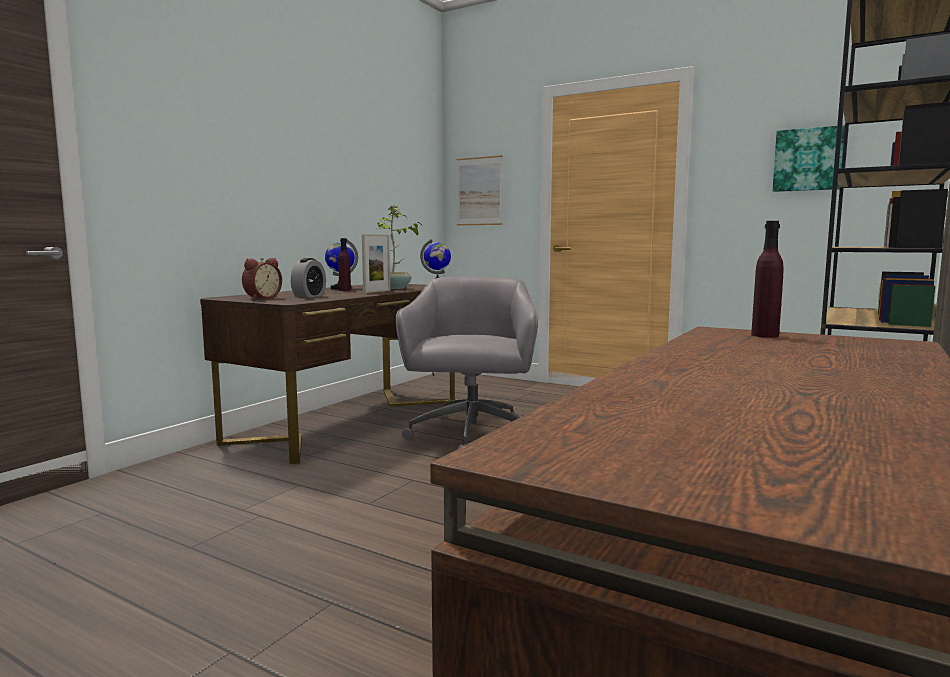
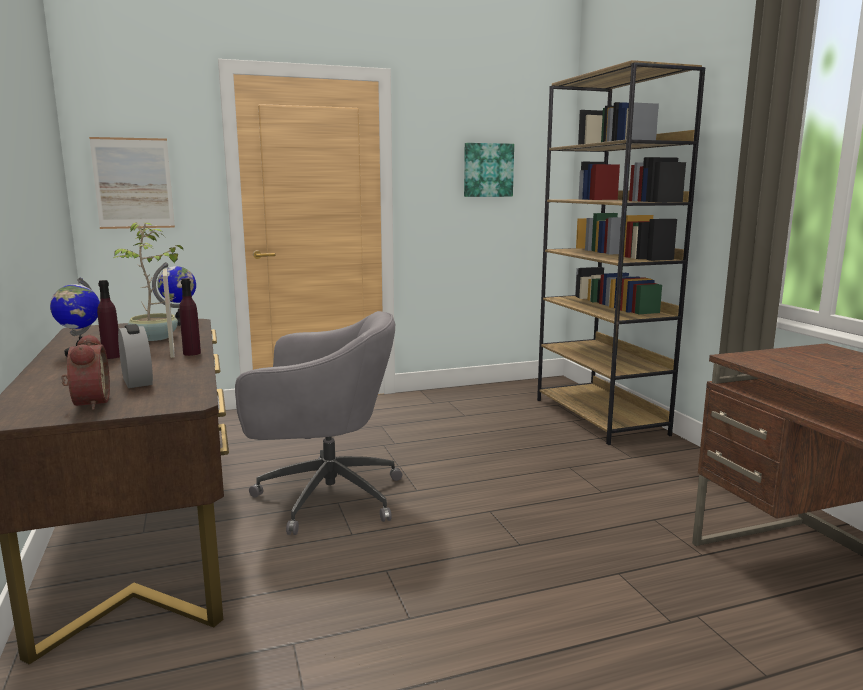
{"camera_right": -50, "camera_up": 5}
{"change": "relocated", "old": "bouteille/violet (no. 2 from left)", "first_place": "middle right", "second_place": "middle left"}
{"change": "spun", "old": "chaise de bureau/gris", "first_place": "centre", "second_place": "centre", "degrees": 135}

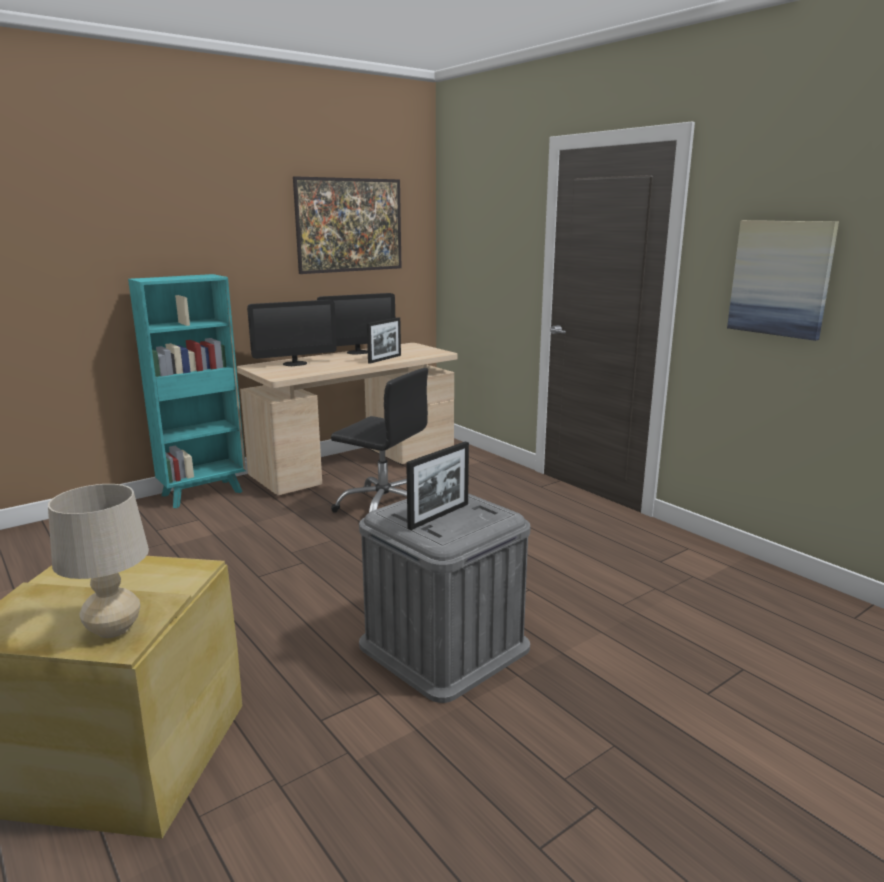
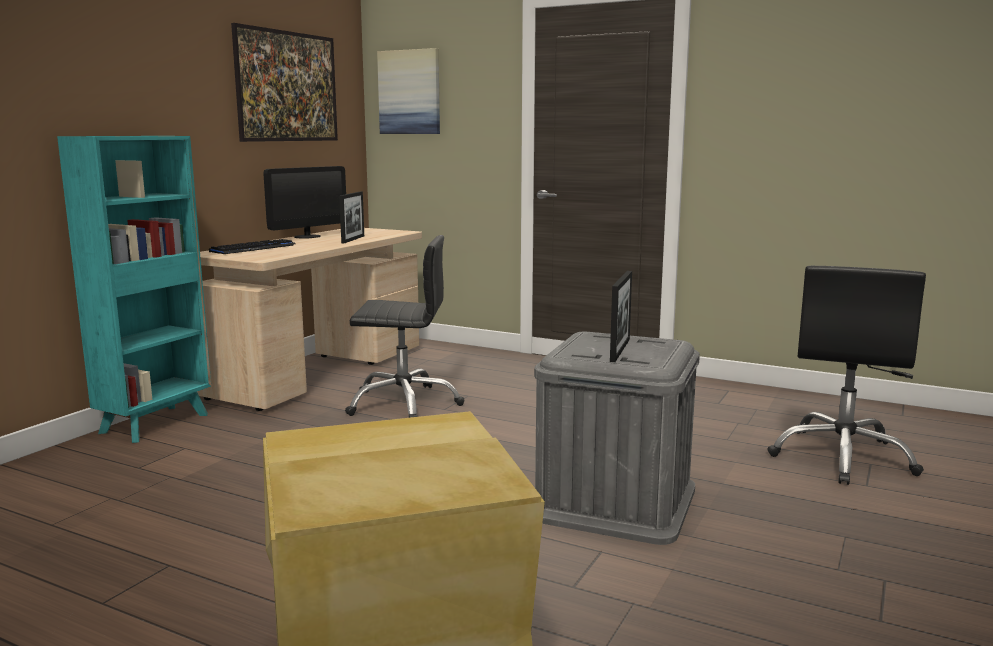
{"camera_right": -25, "camera_up": -5}
{"change": "missing", "old": "lampe de table/beige", "first_place": "middle left"}
{"change": "appeared", "new": "chaise de bureau/noir (no. 2 from left)", "second_place": "middle right"}
{"change": "relocated", "old": "tableau (no. 2 from left)", "first_place": "top right", "second_place": "top centre"}
{"change": "exchanged", "old": "écran d'ordinateur (no. 1 from left)", "new": "clavier", "first_place": "middle left", "second_place": "middle left"}

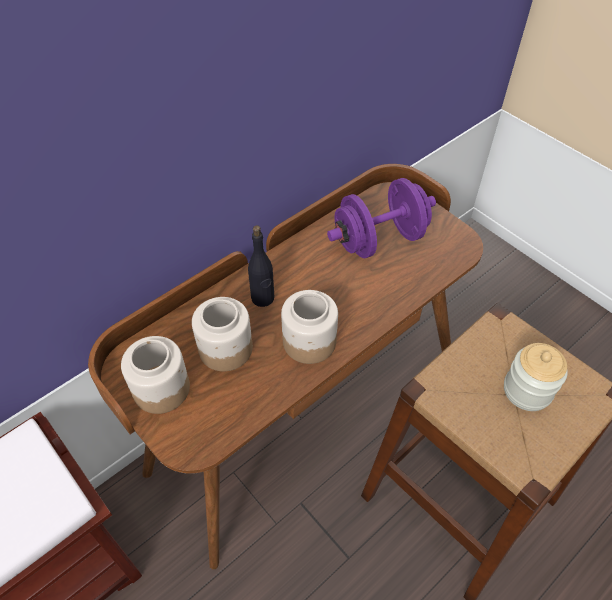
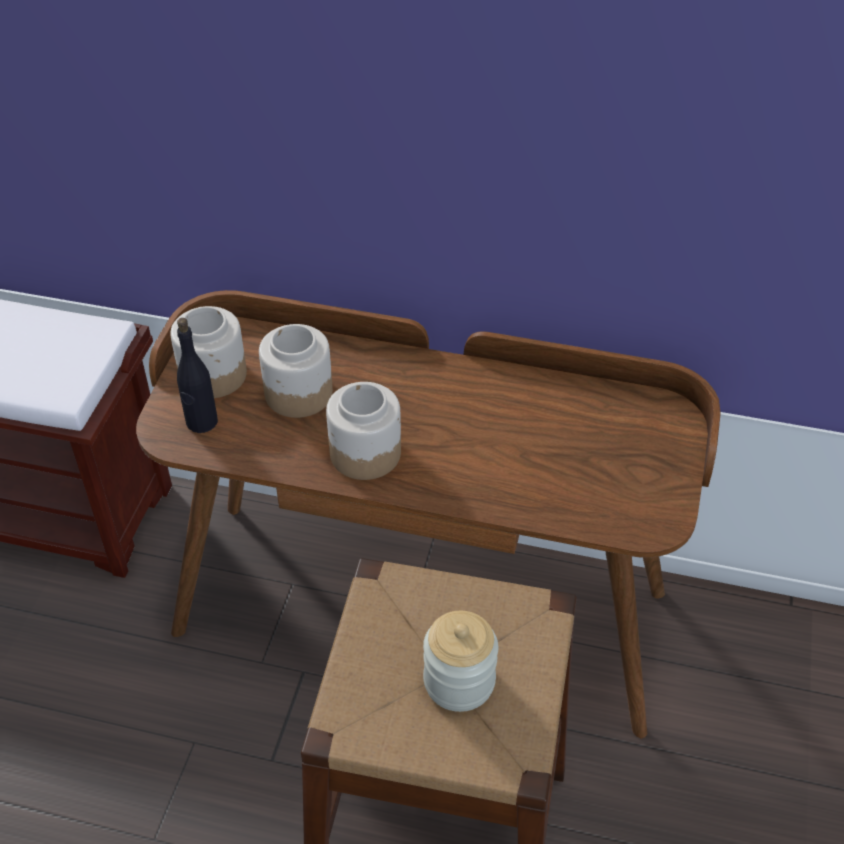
{"camera_right": 55, "camera_up": -5}
{"change": "missing", "old": "haltère/violet", "first_place": "centre"}
{"change": "relocated", "old": "bouteille/noir", "first_place": "centre", "second_place": "middle left"}

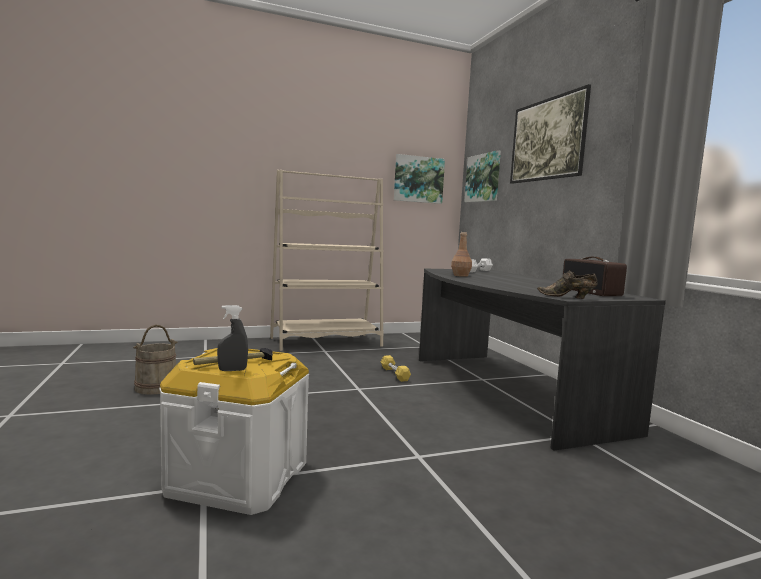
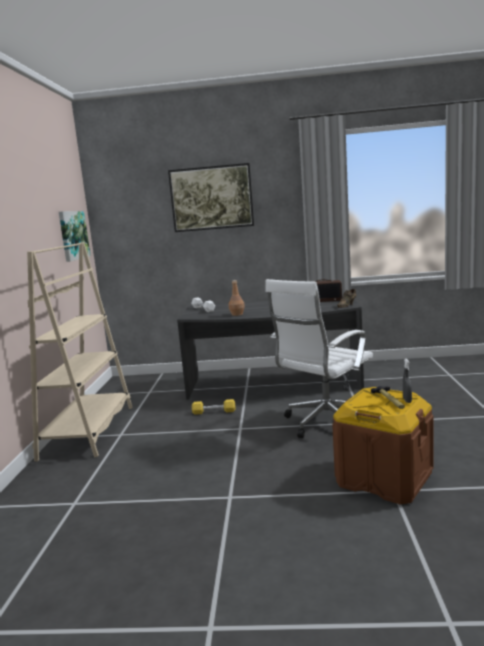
{"camera_right": -65, "camera_up": 5}
{"change": "missing", "old": "seau/beige", "first_place": "middle left"}
{"change": "missing", "old": "tableau (no. 2 from left)", "first_place": "top centre"}
{"change": "appeared", "new": "chaise de bureau/blanc", "second_place": "centre"}
{"change": "colour", "old": "boîte de rangement/blanc", "new": "boîte de rangement/marron", "first_place": "bottom left", "second_place": "bottom right"}

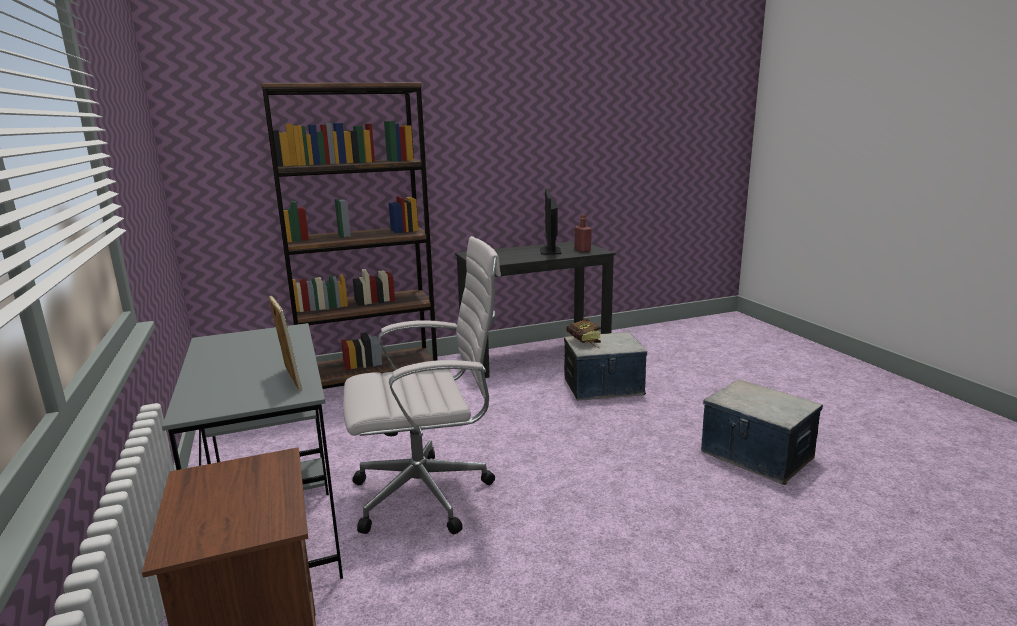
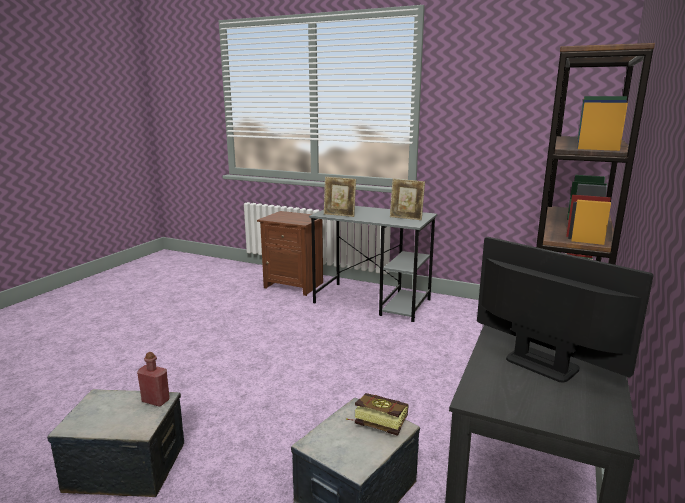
{"camera_right": 135, "camera_up": 0}
{"change": "missing", "old": "chaise de bureau/blanc", "first_place": "centre"}
{"change": "appeared", "new": "cadre photo (no. 2 from left)", "second_place": "centre"}
{"change": "relocated", "old": "bouteille/rouge", "first_place": "centre", "second_place": "bottom left"}

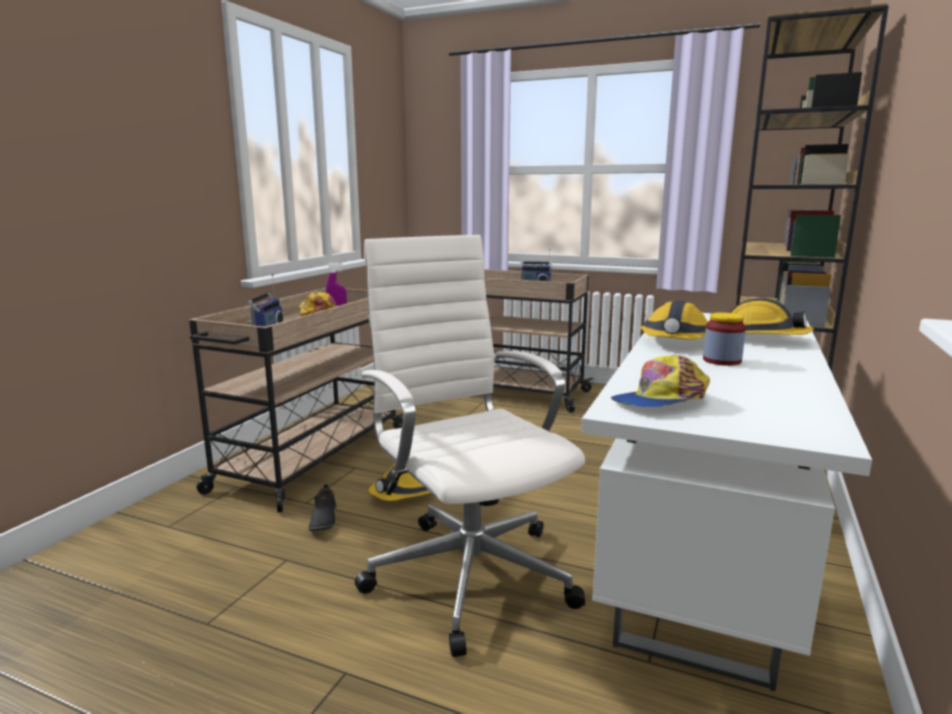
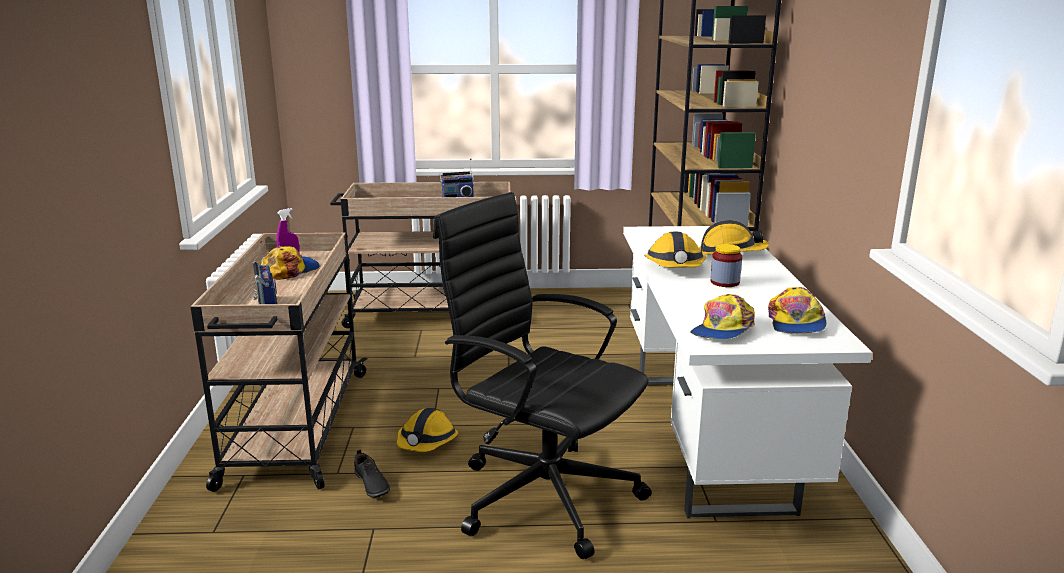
{"camera_right": -25, "camera_up": 5}
{"change": "appeared", "new": "casquette (no. 3 from left)", "second_place": "middle right"}
{"change": "colour", "old": "chaise de bureau/blanc", "new": "chaise de bureau/noir", "first_place": "centre", "second_place": "centre"}

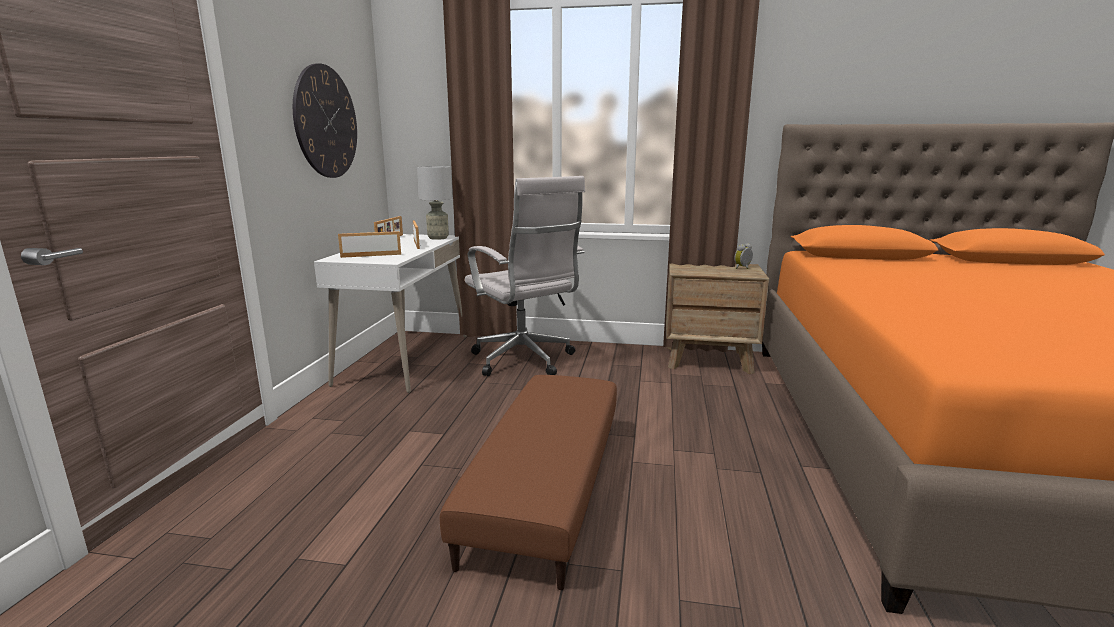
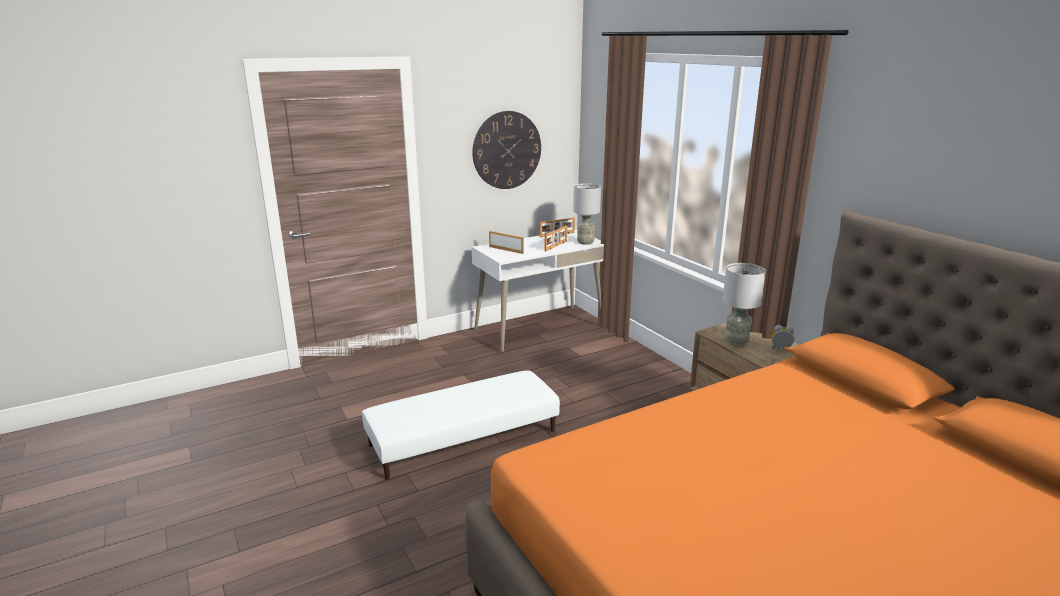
{"camera_right": 50, "camera_up": 5}
{"change": "missing", "old": "chaise de bureau/blanc", "first_place": "centre"}
{"change": "appeared", "new": "lampe de table/gris (no. 2 from left)", "second_place": "middle right"}
{"change": "colour", "old": "pouf/marron", "new": "pouf/blanc", "first_place": "bottom centre", "second_place": "bottom centre"}

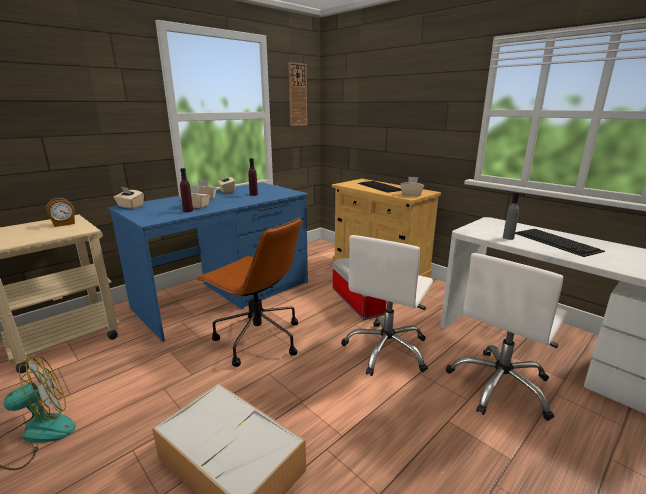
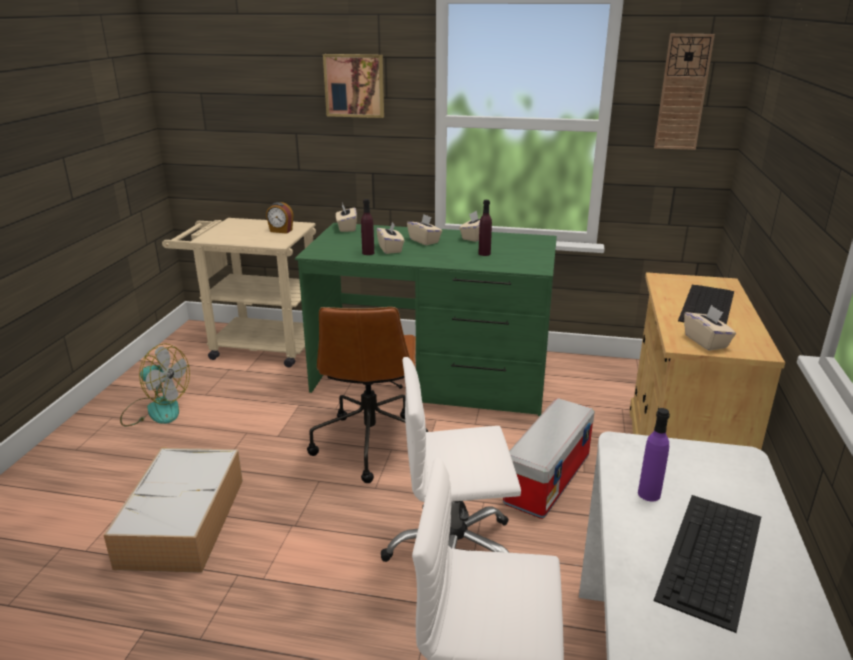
{"camera_right": 55, "camera_up": 5}
{"change": "appeared", "new": "tableau", "second_place": "top centre"}
{"change": "colour", "old": "bureau/bleu", "new": "bureau/vert", "first_place": "middle left", "second_place": "centre"}
{"change": "colour", "old": "bouteille/gris", "new": "bouteille/violet (no. 3 from left)", "first_place": "middle right", "second_place": "bottom right"}

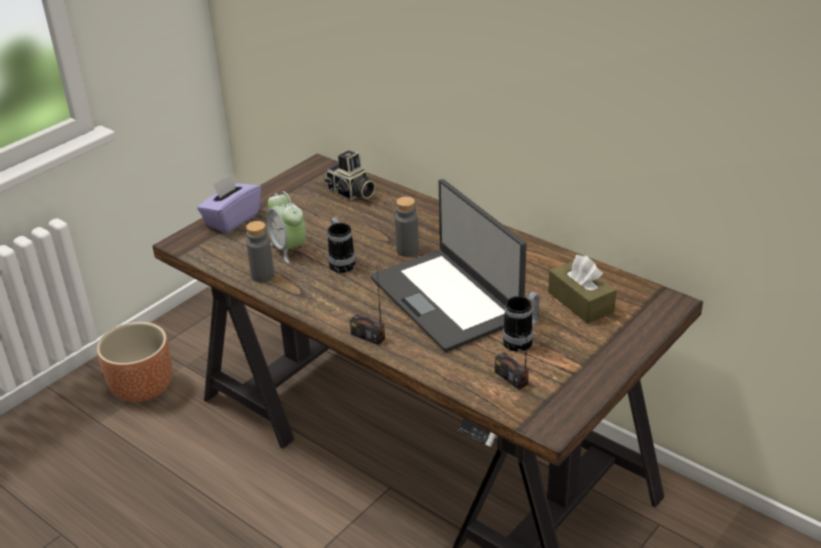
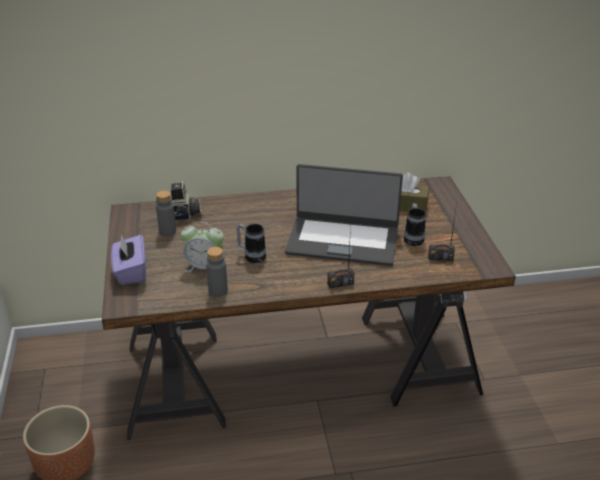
{"camera_right": -50, "camera_up": 0}
{"change": "relocated", "old": "bouteille/gris (no. 2 from left in the first image)", "new": "bouteille/gris (no. 1 from left)", "first_place": "centre", "second_place": "middle left"}

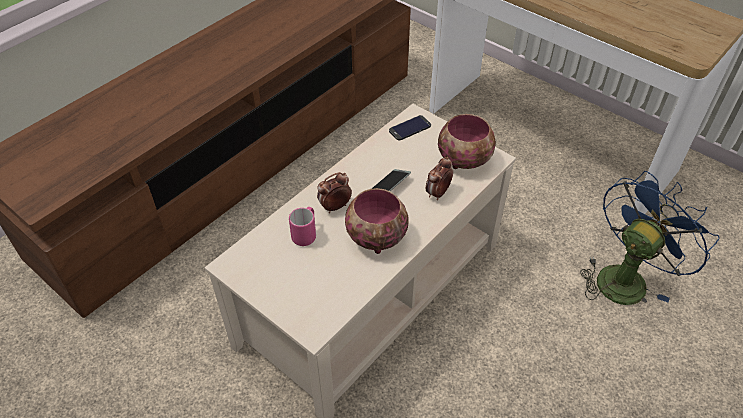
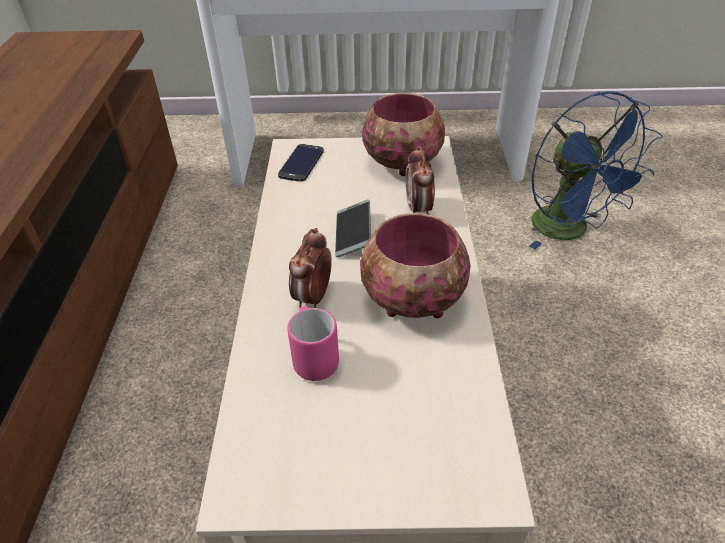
{"camera_right": -40, "camera_up": -5}
{"change": "spun", "old": "ventilateur/bleu", "first_place": "middle right", "second_place": "top right", "degrees": 150}

